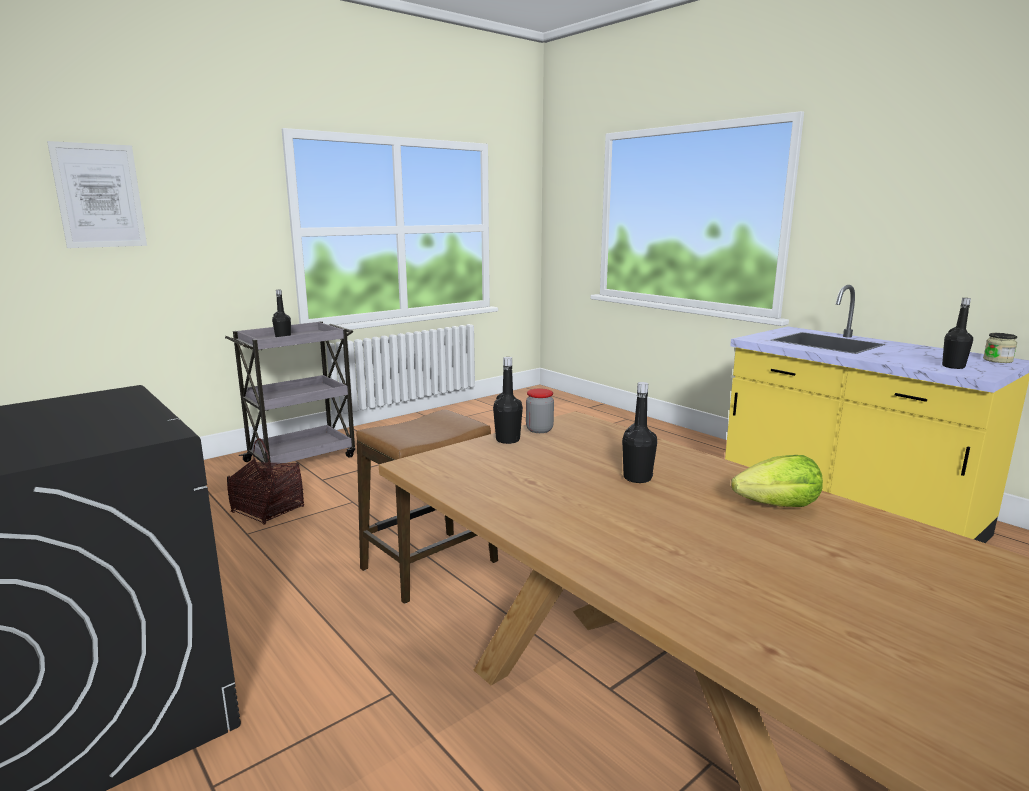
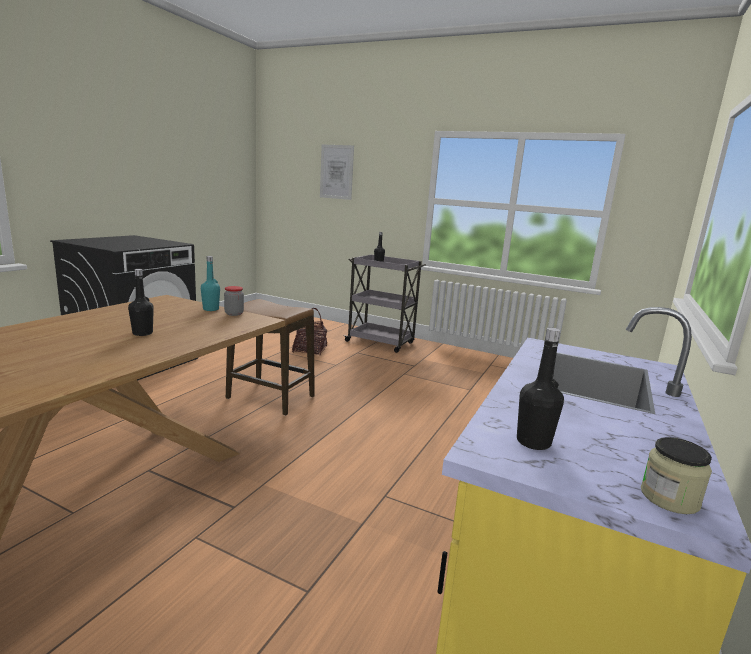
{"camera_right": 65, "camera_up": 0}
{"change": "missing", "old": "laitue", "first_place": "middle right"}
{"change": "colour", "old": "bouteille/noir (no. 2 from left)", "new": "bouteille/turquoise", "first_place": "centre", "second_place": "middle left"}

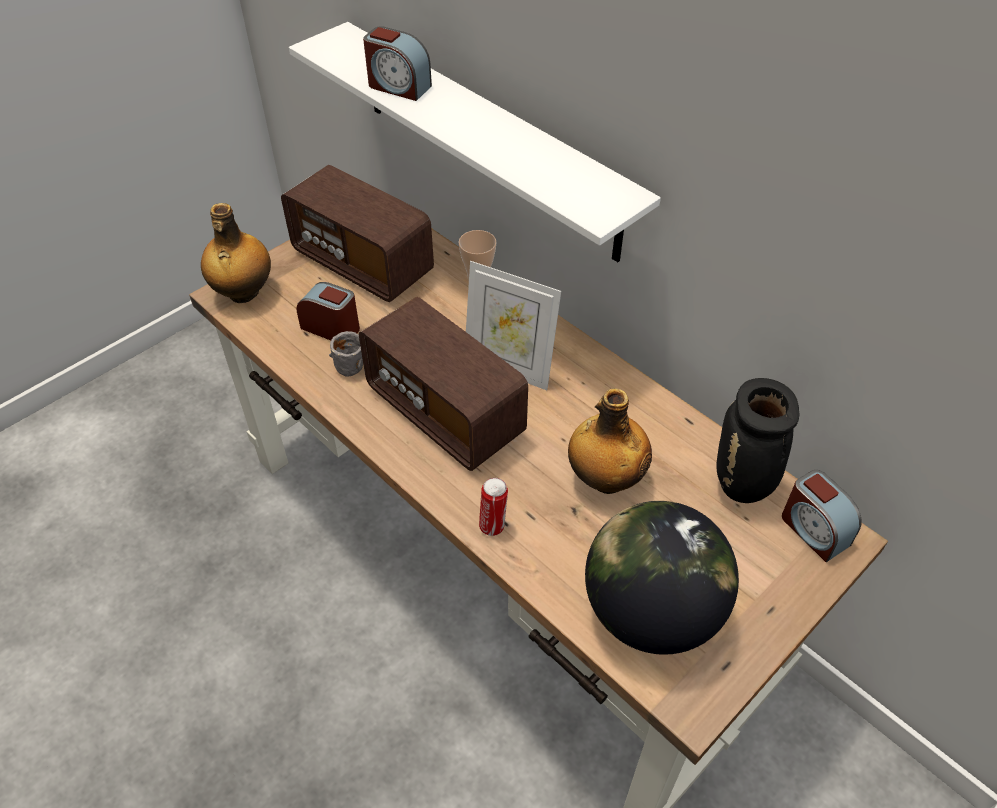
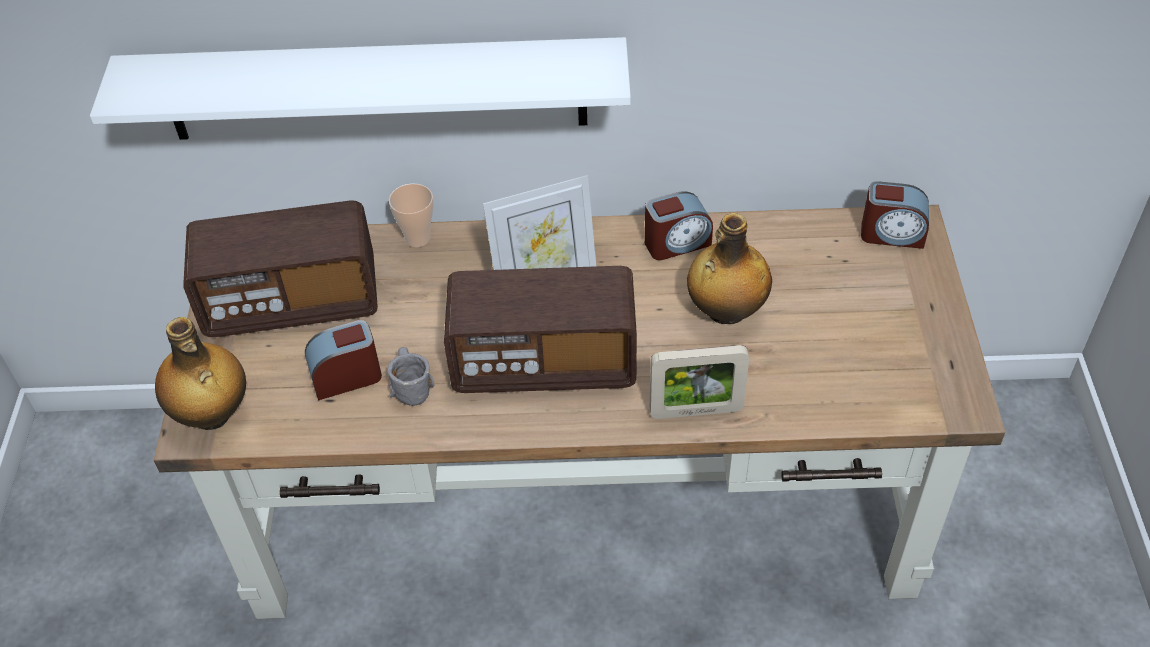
{"camera_right": -45, "camera_up": 0}
{"change": "missing", "old": "globe", "first_place": "bottom centre"}
{"change": "missing", "old": "vase/noir", "first_place": "middle right"}
{"change": "relocated", "old": "réveil (no. 2 from left)", "first_place": "top centre", "second_place": "centre"}
{"change": "exchanged", "old": "boîte métallique", "new": "cadre photo (no. 2 from left)", "first_place": "centre", "second_place": "centre"}

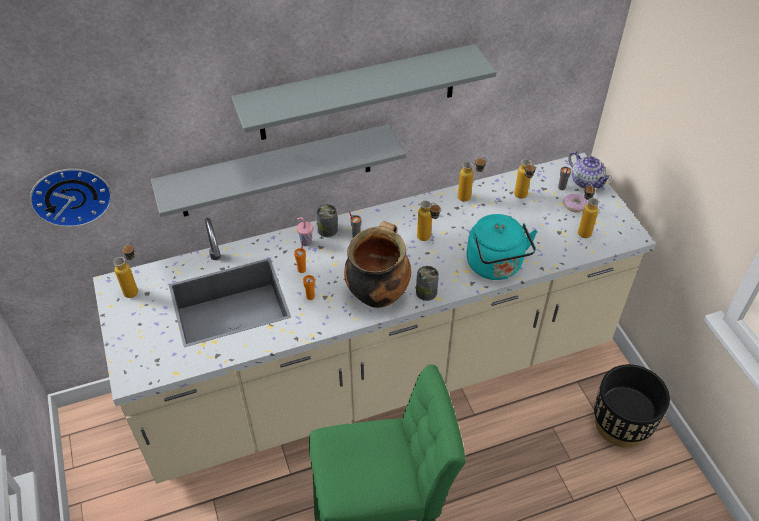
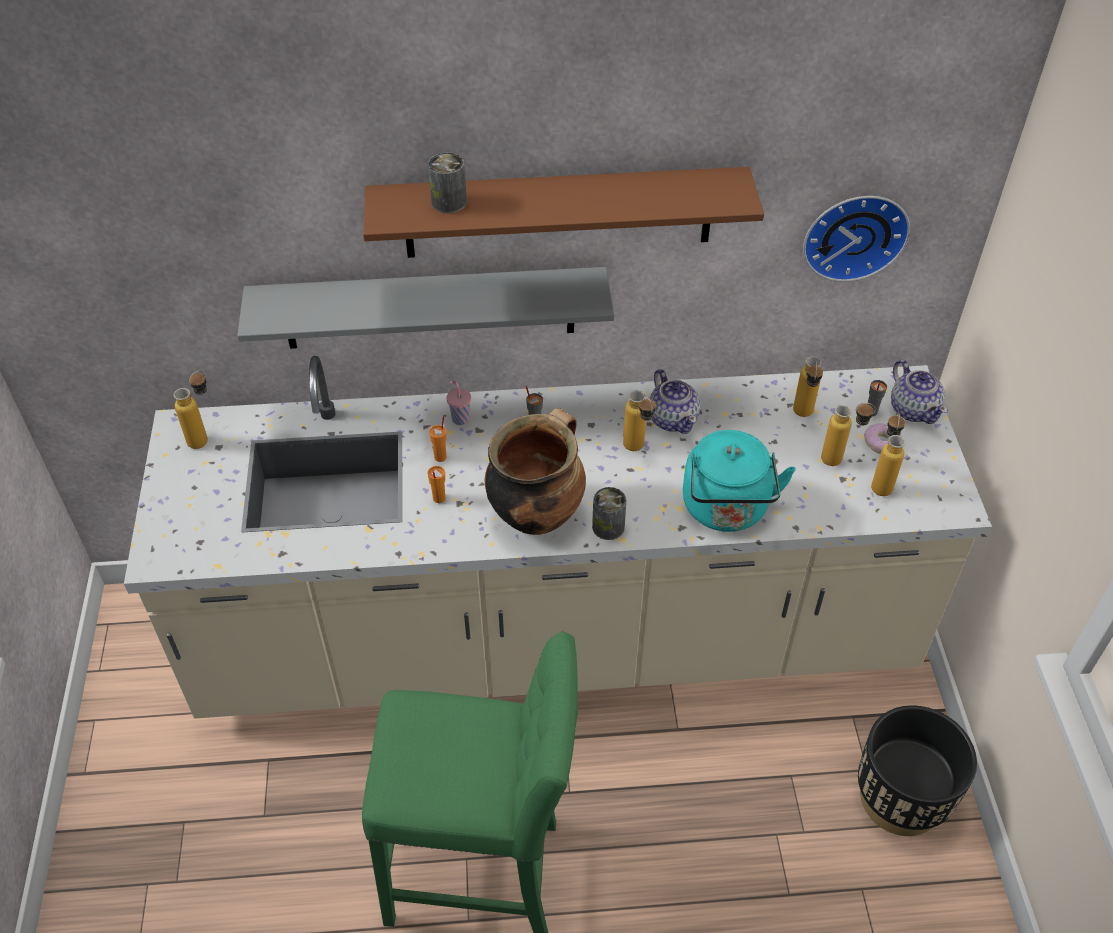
{"camera_right": 15, "camera_up": 0}
{"change": "appeared", "new": "théière (no. 1 from left)", "second_place": "centre"}
{"change": "relocated", "old": "horloge murale", "first_place": "middle left", "second_place": "top right"}
{"change": "relocated", "old": "boîte métallique (no. 1 from left)", "first_place": "centre", "second_place": "top centre"}
{"change": "relocated", "old": "bouteille (no. 3 from left in the first image)", "new": "bouteille (no. 4 from left)", "first_place": "centre", "second_place": "middle right"}
{"change": "colour", "old": "étagère/gris (no. 2 from left)", "new": "étagère/marron", "first_place": "top centre", "second_place": "top centre"}

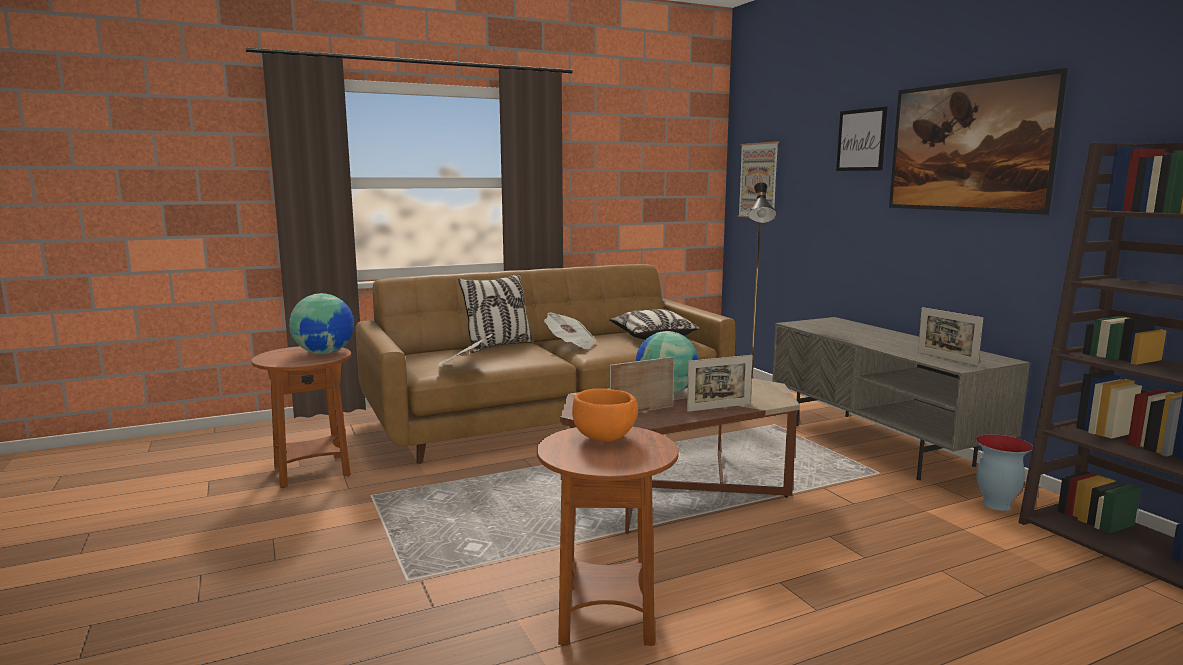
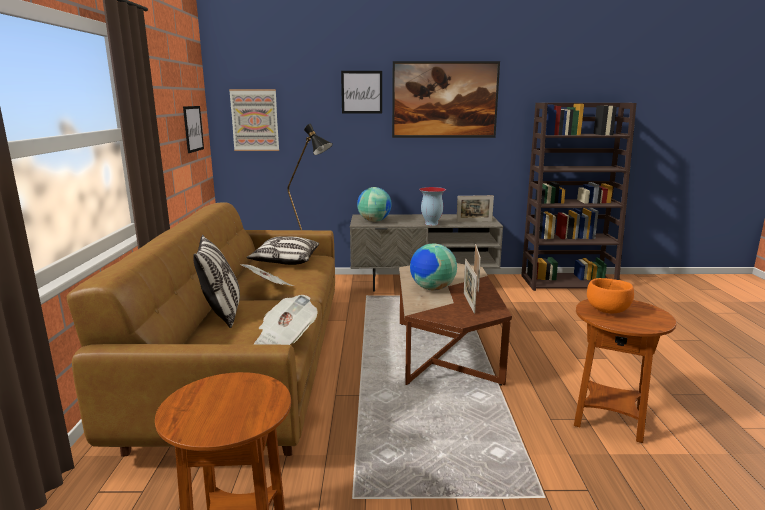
{"camera_right": -65, "camera_up": 5}
{"change": "appeared", "new": "tableau (no. 1 from left)", "second_place": "top left"}
{"change": "relocated", "old": "globe (no. 1 from left)", "first_place": "middle left", "second_place": "centre"}
{"change": "relocated", "old": "vase", "first_place": "bottom right", "second_place": "centre"}

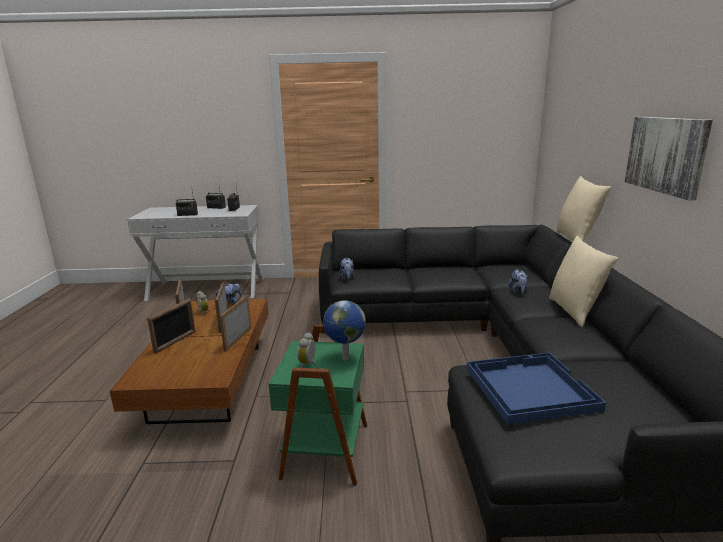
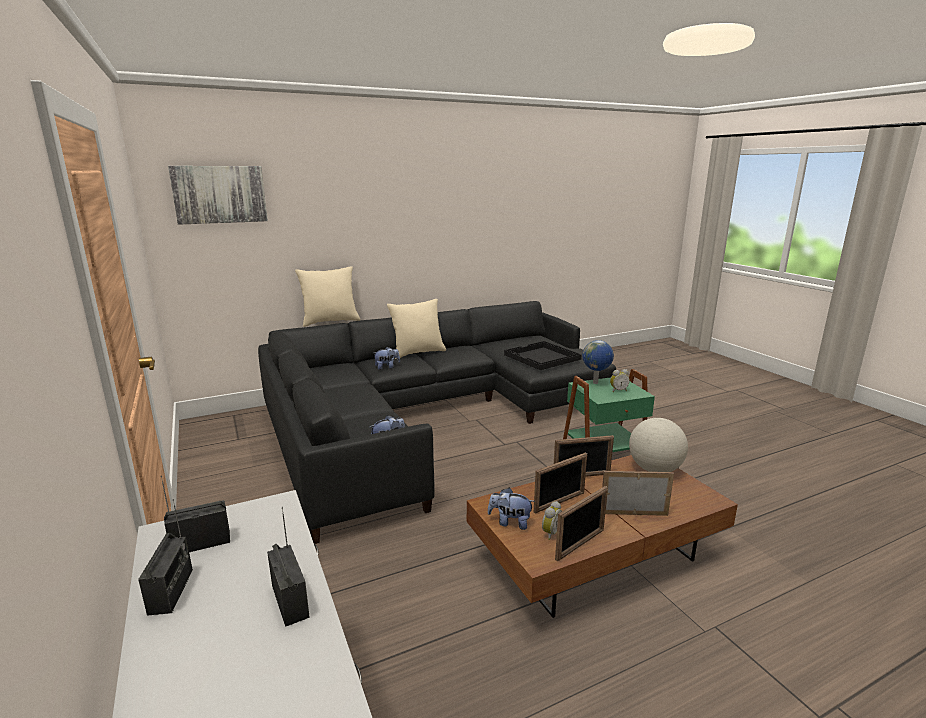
{"camera_right": -115, "camera_up": 0}
{"change": "appeared", "new": "globe (no. 2 from left)", "second_place": "middle right"}
{"change": "relocated", "old": "tableau", "first_place": "top right", "second_place": "top left"}
{"change": "colour", "old": "plateau/bleu", "new": "plateau/noir", "first_place": "bottom right", "second_place": "centre"}

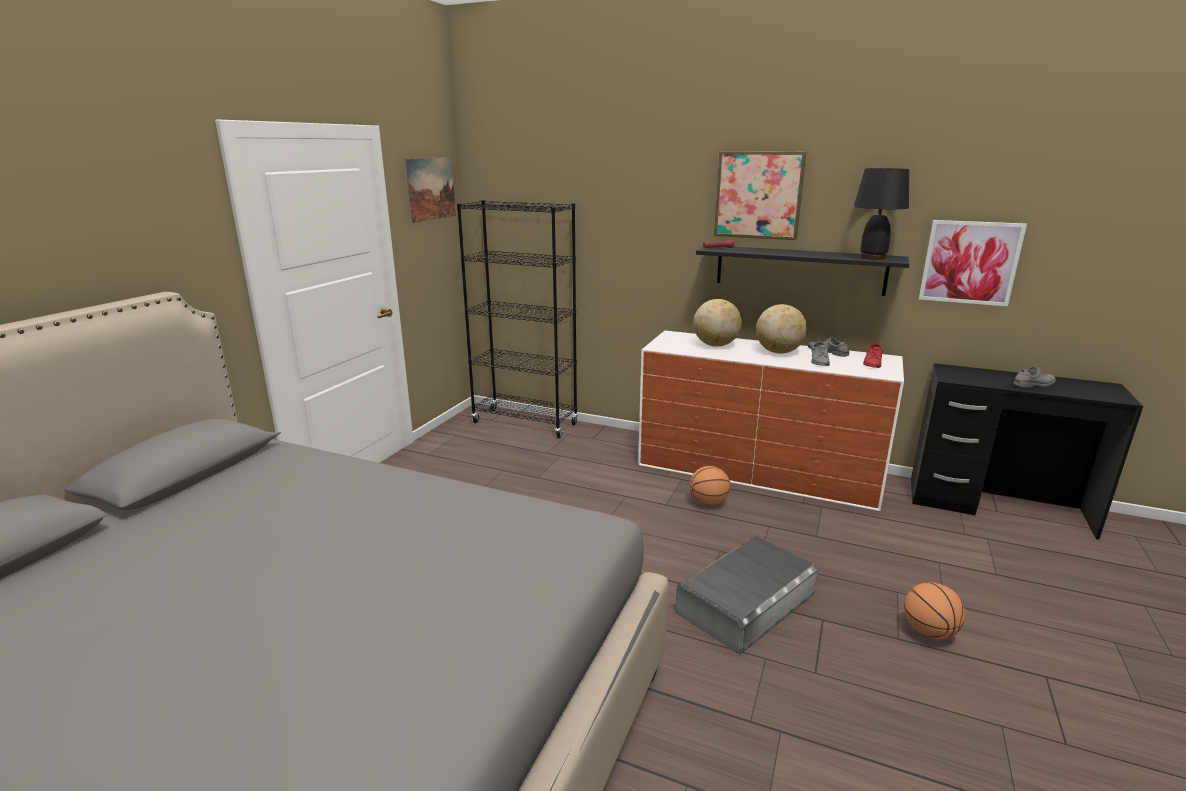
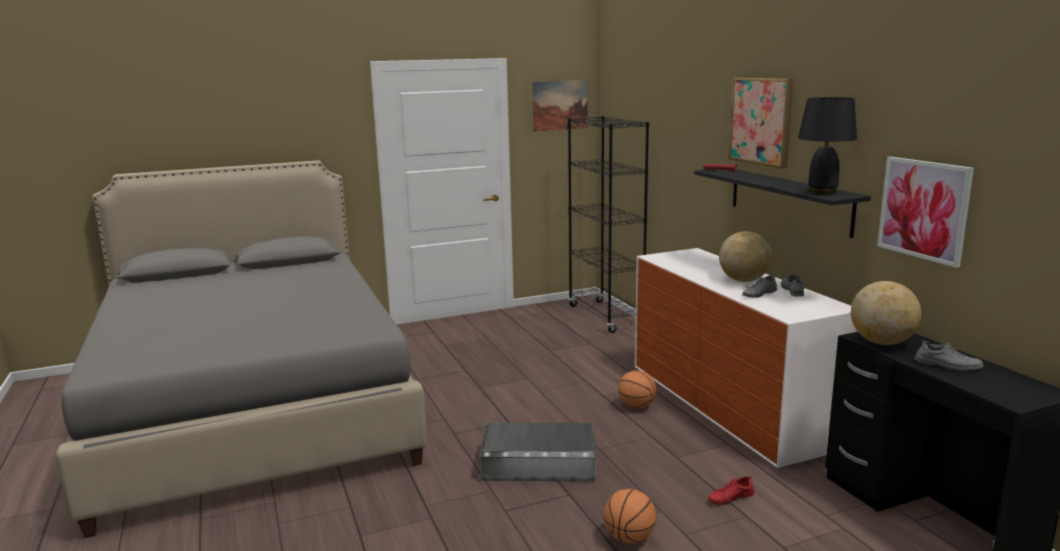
{"camera_right": 45, "camera_up": -5}
{"change": "relocated", "old": "globe (no. 1 from left in the first image)", "new": "globe (no. 2 from left)", "first_place": "centre", "second_place": "middle right"}
{"change": "relocated", "old": "chaussure/rouge", "first_place": "middle right", "second_place": "bottom right"}

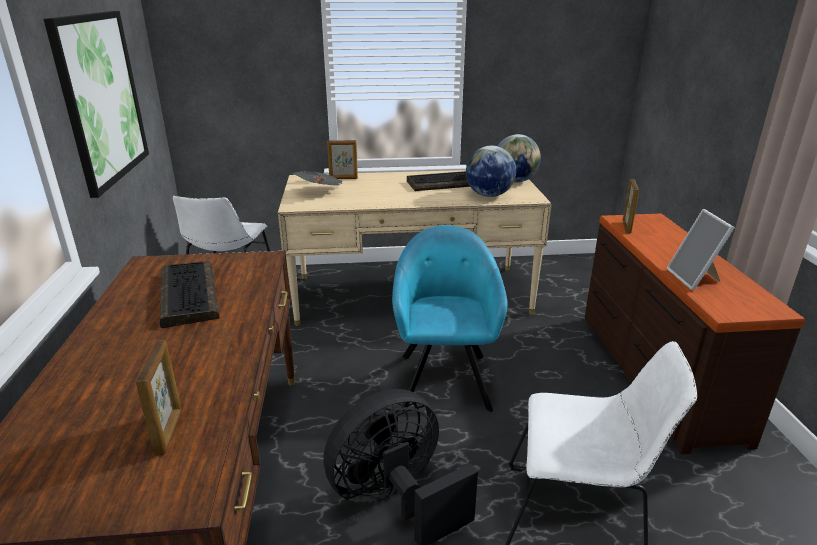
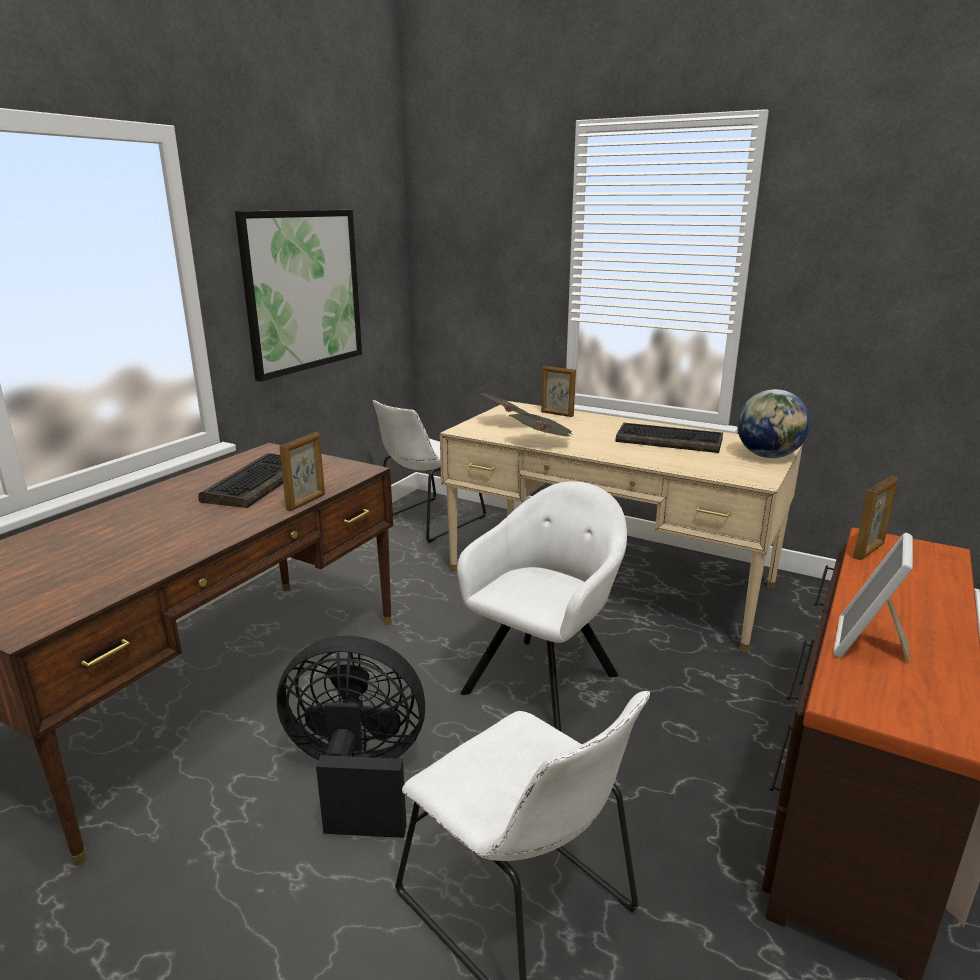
{"camera_right": 35, "camera_up": -5}
{"change": "missing", "old": "globe (no. 1 from left)", "first_place": "top centre"}
{"change": "appeared", "new": "journal (no. 2 from left)", "second_place": "centre"}
{"change": "relocated", "old": "cadre photo (no. 1 from left)", "first_place": "bottom left", "second_place": "middle left"}
{"change": "colour", "old": "fauteuil/turquoise", "new": "fauteuil/blanc", "first_place": "centre", "second_place": "centre"}

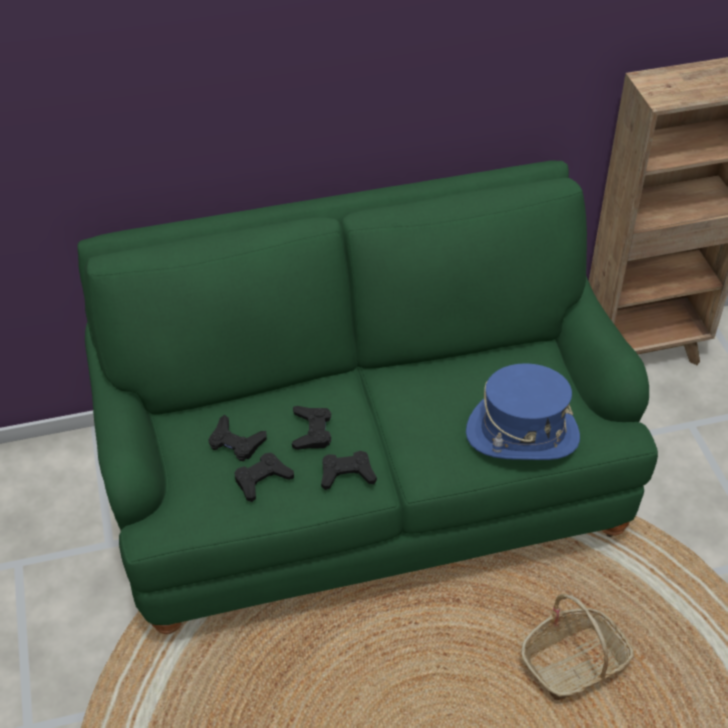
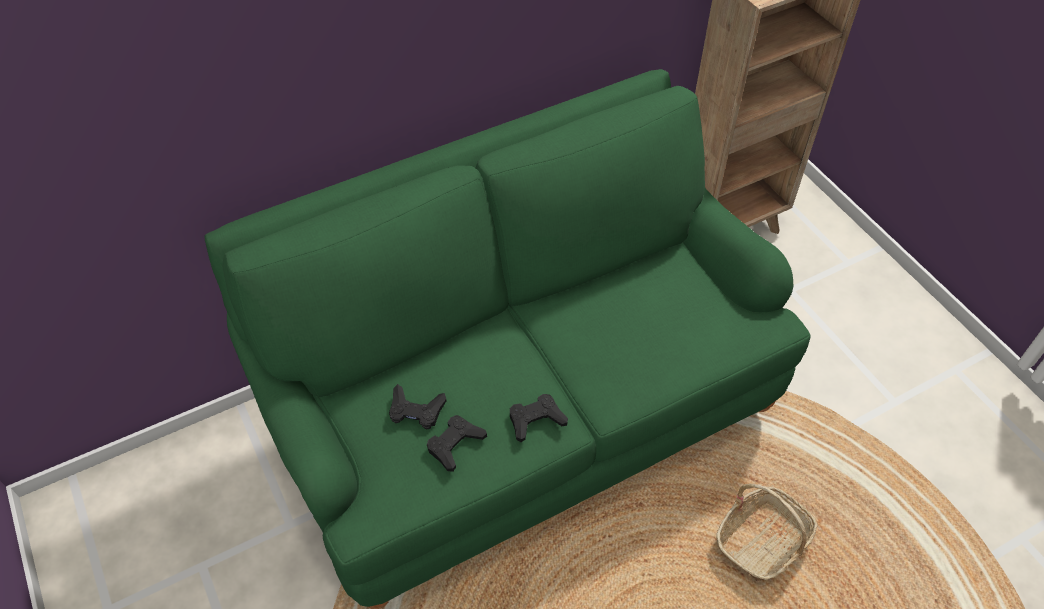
{"camera_right": -15, "camera_up": 5}
{"change": "missing", "old": "manette/noir (no. 3 from left)", "first_place": "centre"}
{"change": "missing", "old": "chapeau/bleu", "first_place": "middle right"}

